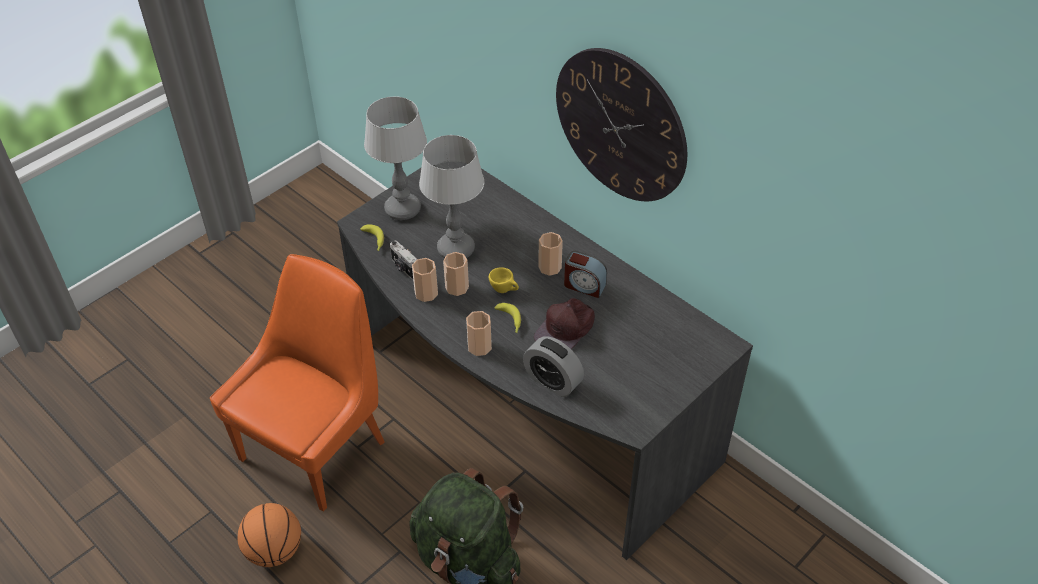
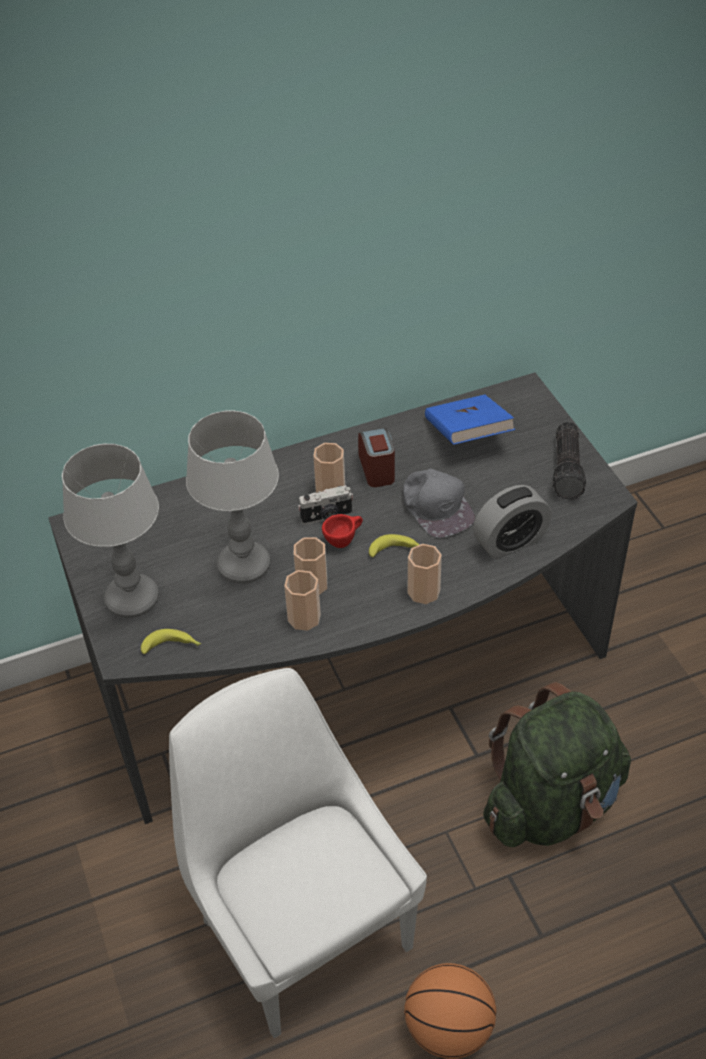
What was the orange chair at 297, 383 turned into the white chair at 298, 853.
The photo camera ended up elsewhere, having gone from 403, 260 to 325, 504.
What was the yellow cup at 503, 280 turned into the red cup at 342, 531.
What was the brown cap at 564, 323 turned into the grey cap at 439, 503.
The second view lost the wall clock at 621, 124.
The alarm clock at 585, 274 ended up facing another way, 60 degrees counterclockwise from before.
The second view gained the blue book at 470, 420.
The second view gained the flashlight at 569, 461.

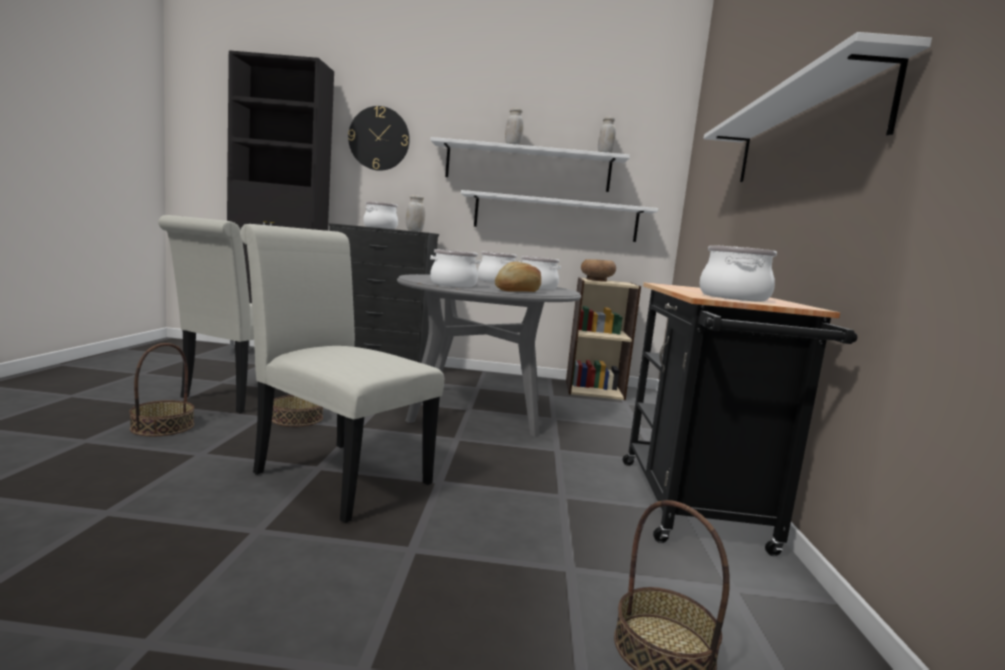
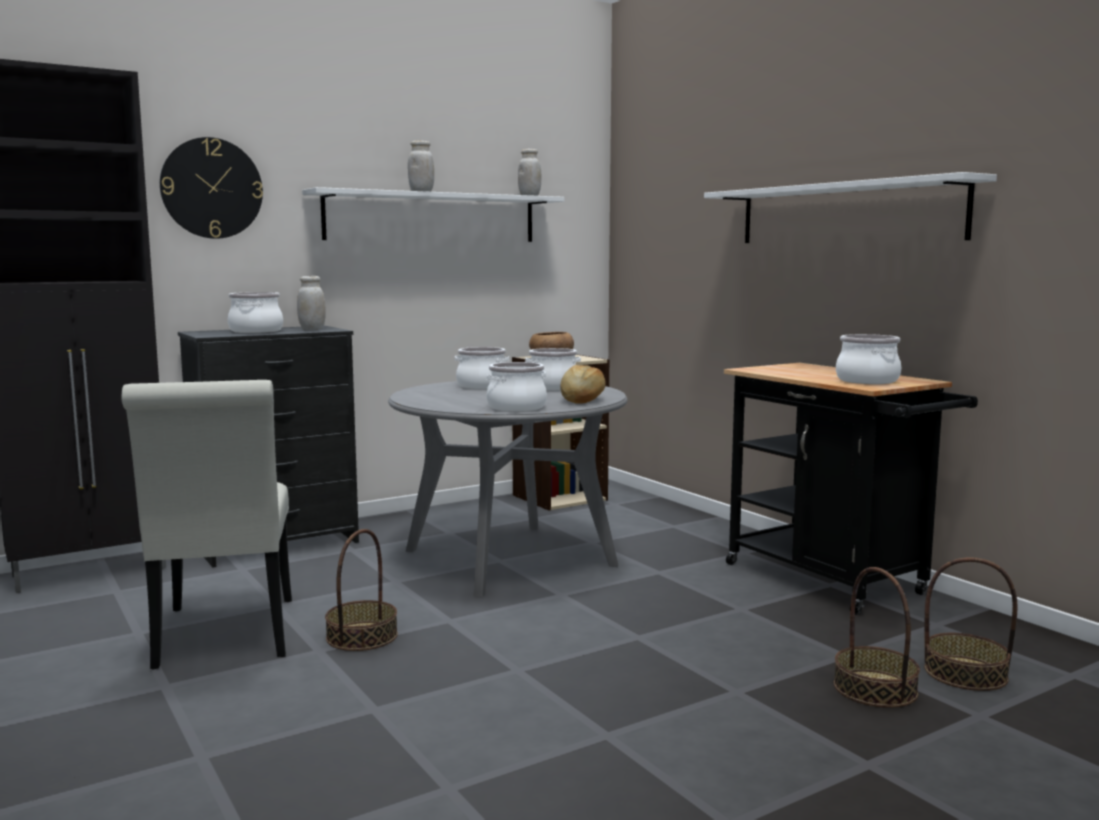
The basket ended up elsewhere, having gone from 161, 389 to 877, 637.
The second view lost the white chair at 342, 373.
The second view lost the white shelf at 559, 216.

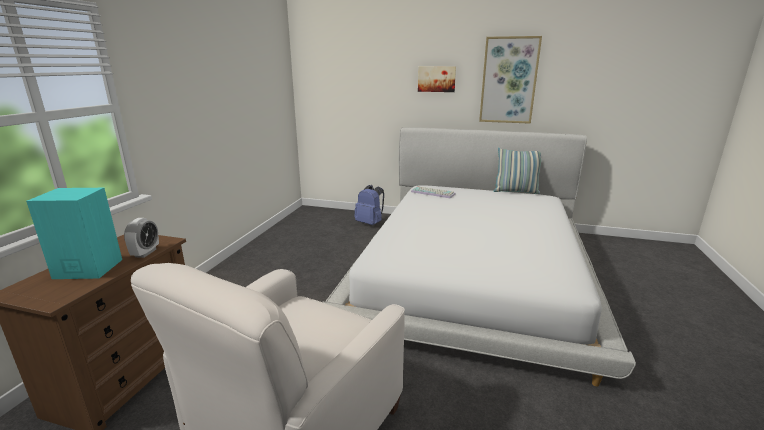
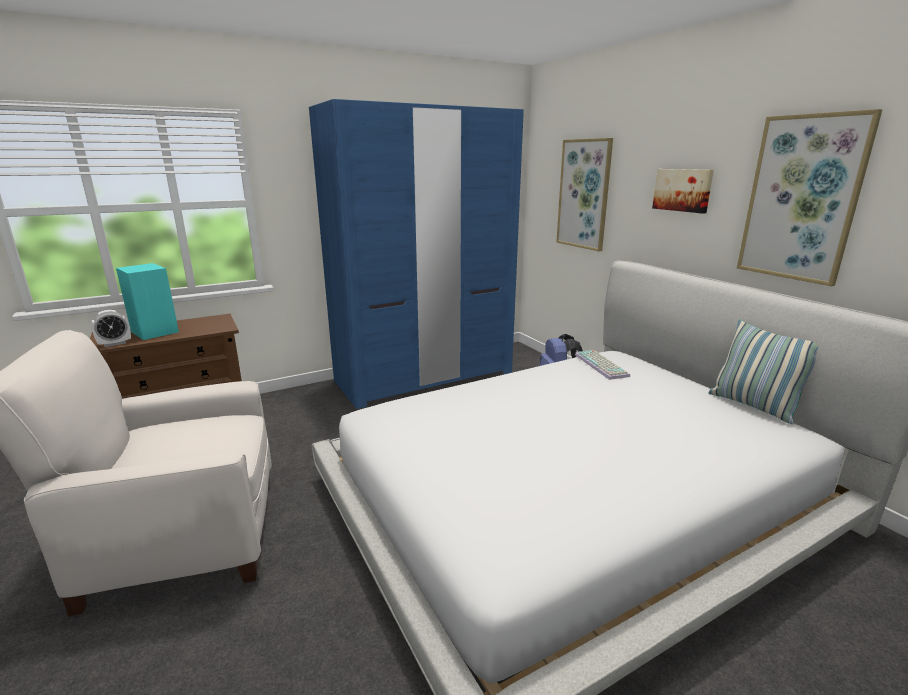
The alarm clock ended up elsewhere, having gone from 141, 238 to 111, 328.
The second view gained the blue wardrobe at 416, 254.
The second view gained the picture at 584, 195.

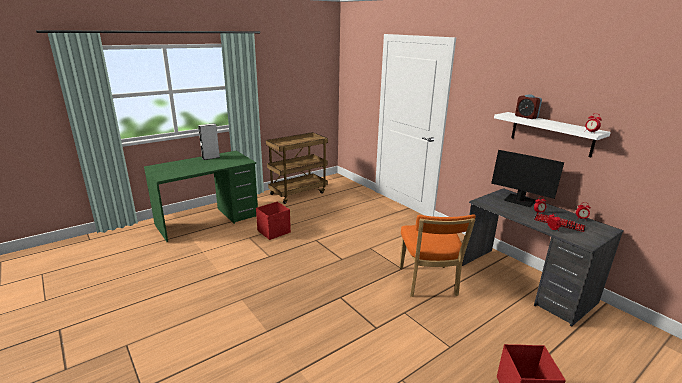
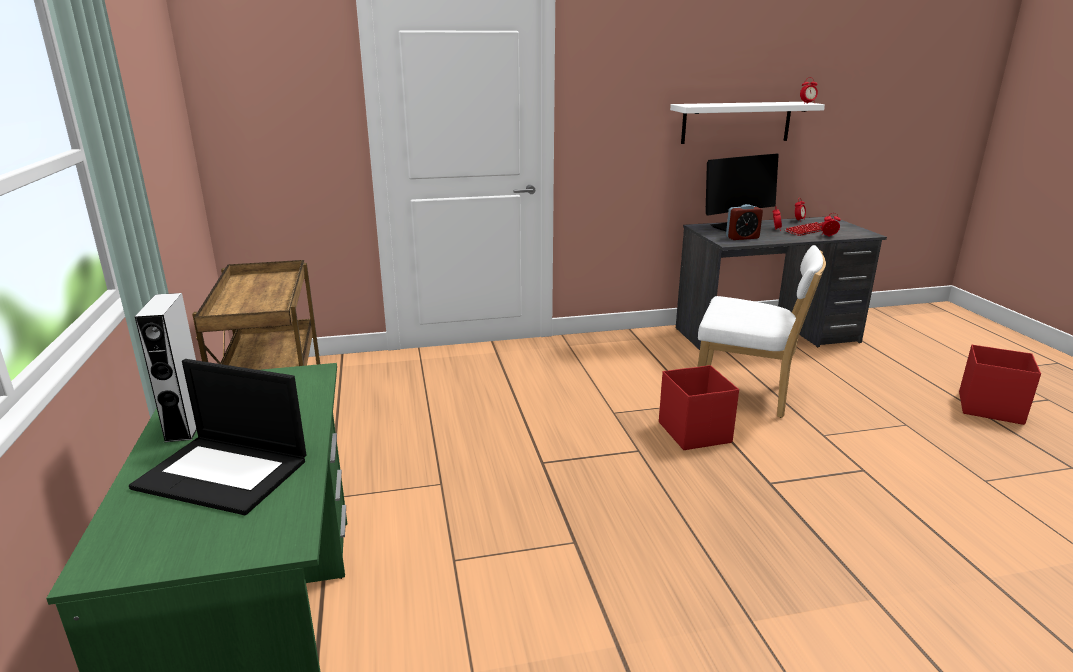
The red storage box ended up elsewhere, having gone from 273, 221 to 699, 407.
What was the orange chair at 438, 255 turned into the white chair at 762, 331.
The alarm clock ended up elsewhere, having gone from 528, 106 to 744, 222.
The second view gained the laptop at 217, 437.

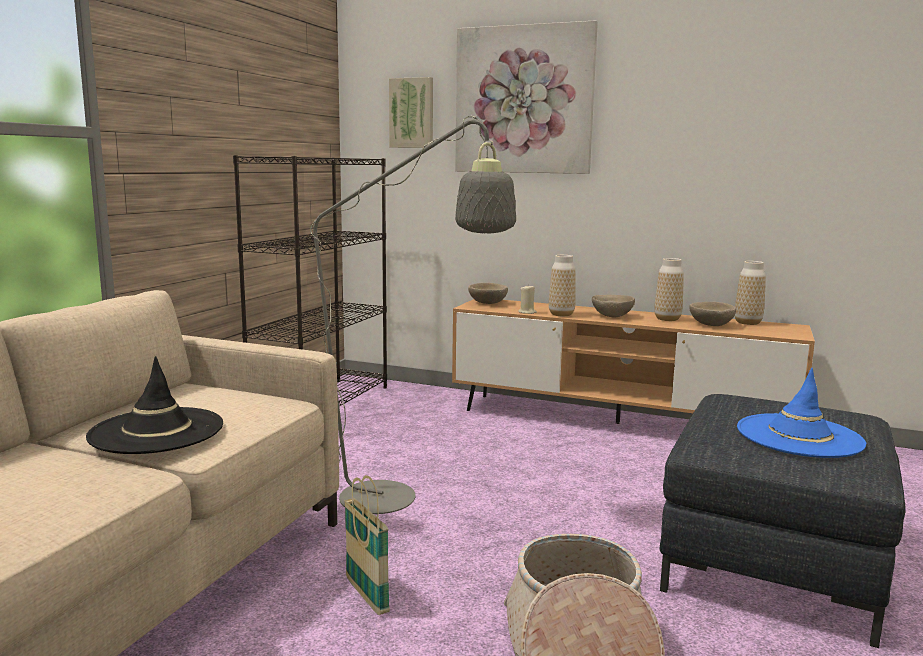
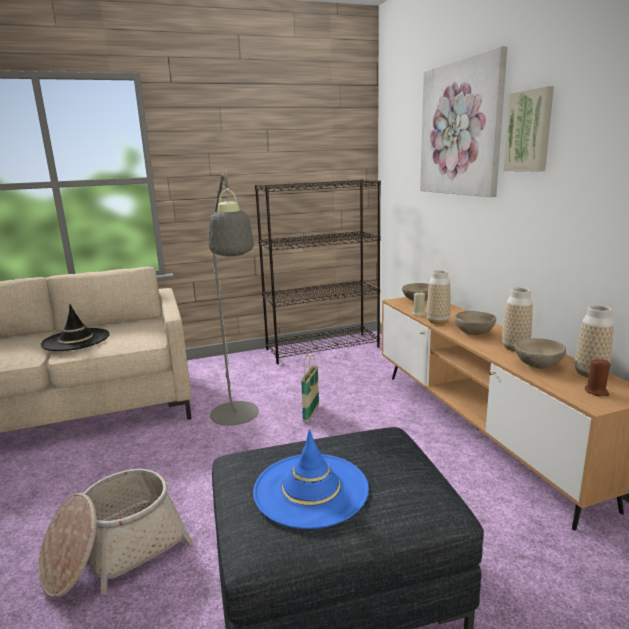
The basket ended up elsewhere, having gone from 367, 545 to 310, 388.
The picture ended up elsewhere, having gone from 411, 112 to 528, 128.
The second view gained the brown candle at 597, 377.

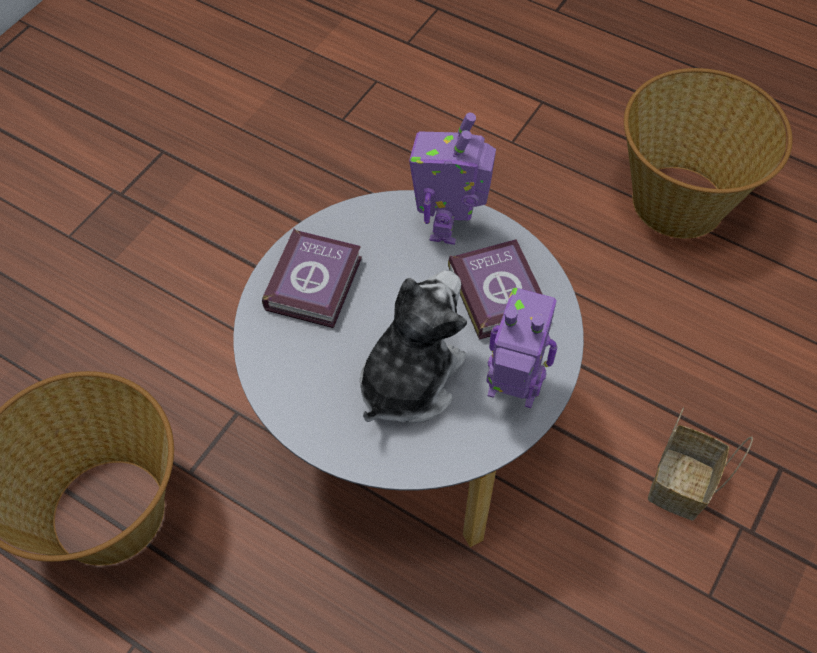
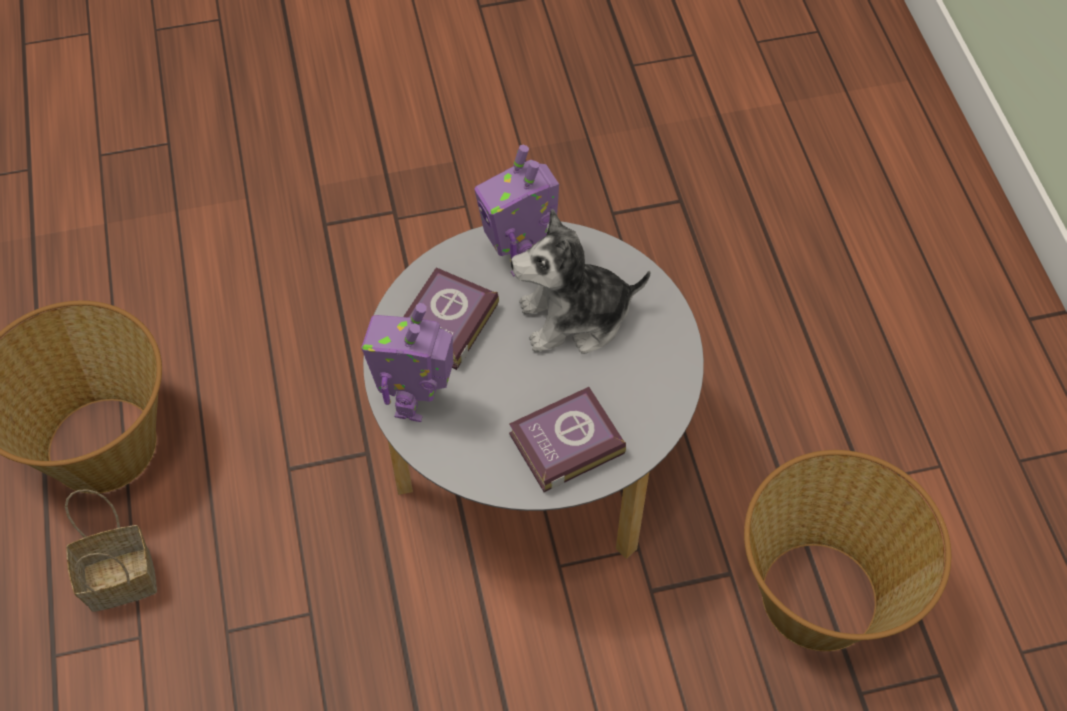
The toy robot at 452, 178 ended up facing another way, 135 degrees clockwise from before.
The basket ended up elsewhere, having gone from 700, 463 to 111, 550.

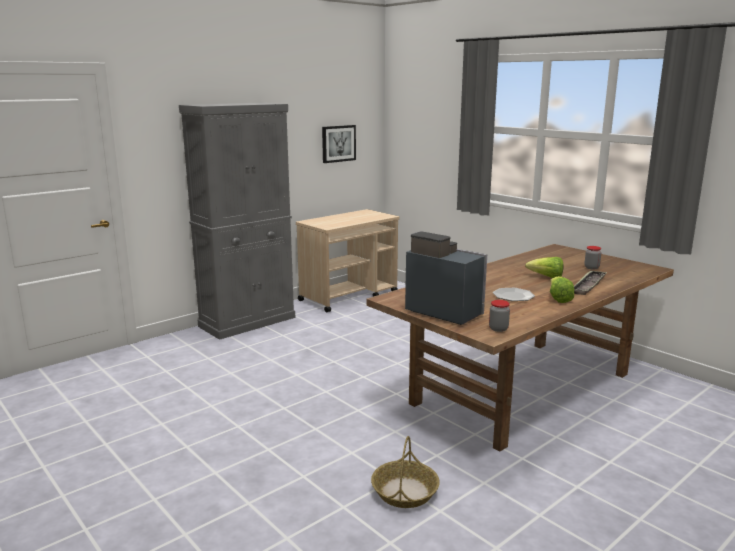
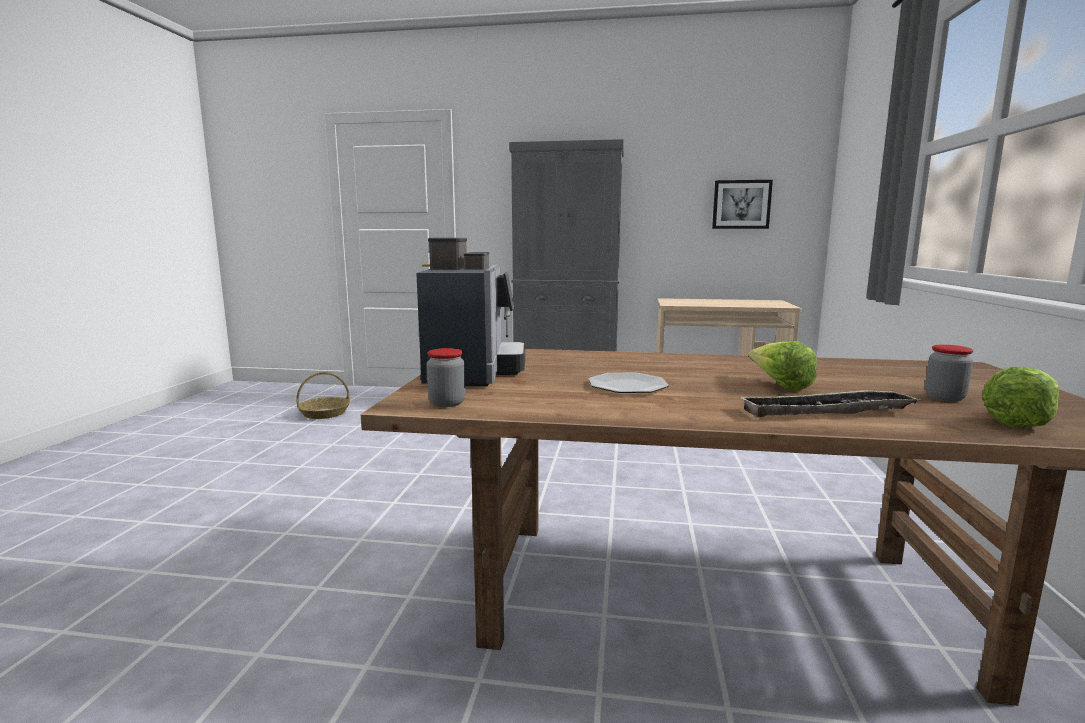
The basket ended up elsewhere, having gone from 405, 472 to 323, 395.
The lettuce ended up elsewhere, having gone from 562, 289 to 1020, 397.

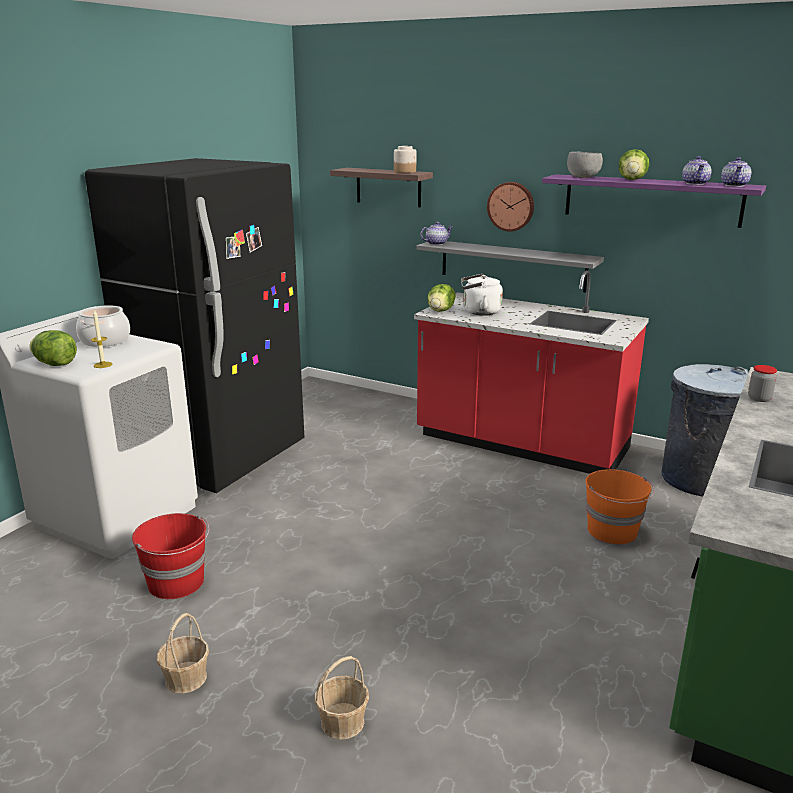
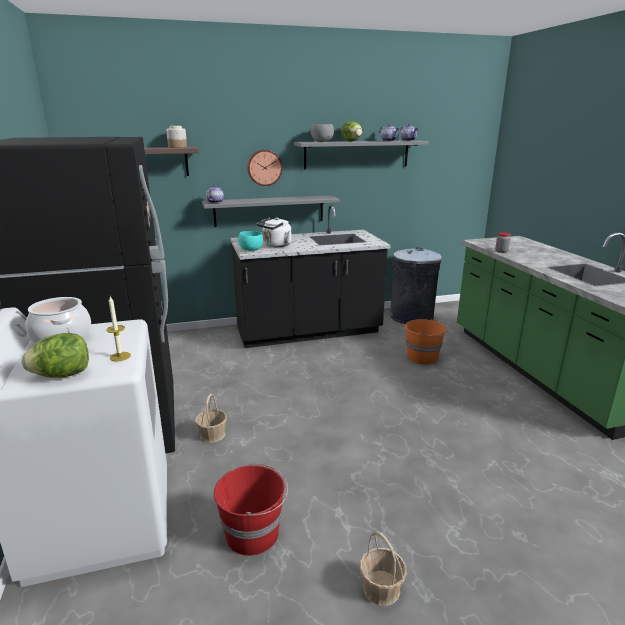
The basket ended up elsewhere, having gone from 342, 698 to 211, 418.
What was the red counter at 531, 372 turned into the black counter at 310, 276.
Where the lettuce stood at 441, 298, the turquoise bowl came to stand at 250, 241.
What was the purple shelf at 654, 201 turned into the grey shelf at 361, 154.

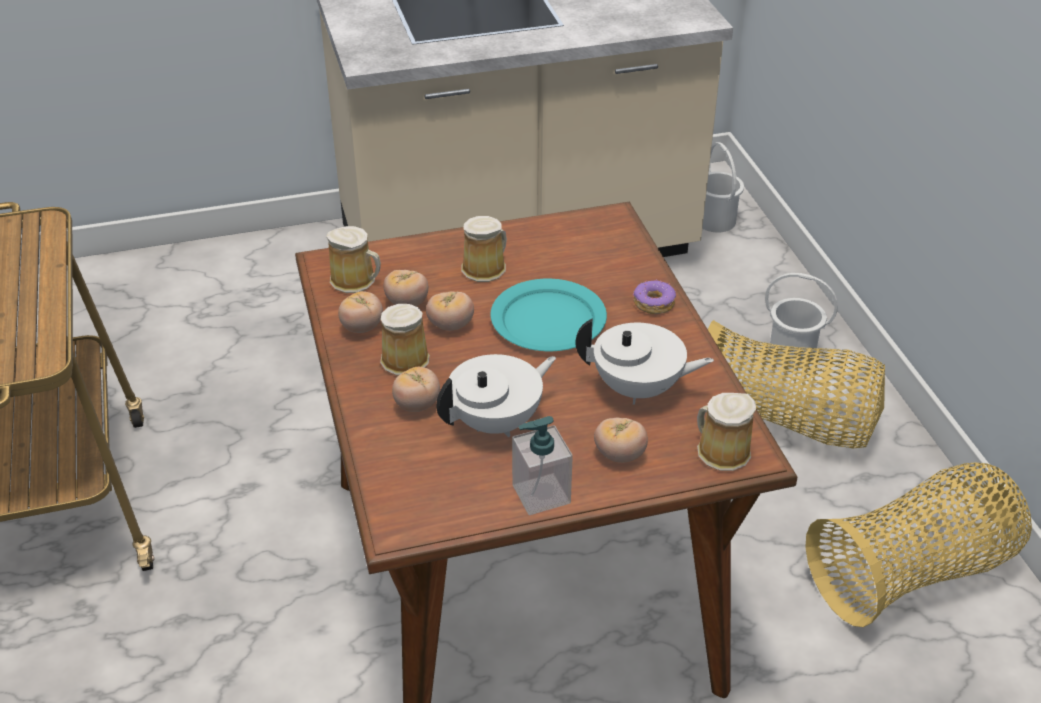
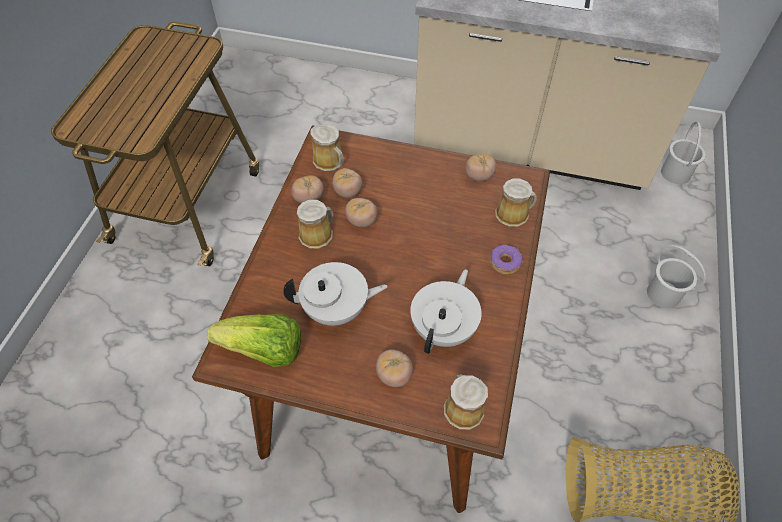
The tomato ended up elsewhere, having gone from 416, 389 to 480, 168.
The mug ended up elsewhere, having gone from 484, 249 to 516, 203.
The second view lost the turquoise plate at 548, 315.
The second view lost the soap dispenser at 542, 465.
The white teapot at 644, 361 ended up facing another way, 105 degrees counterclockwise from before.
The second view lost the basket at 796, 384.
The second view gained the lettuce at 254, 340.

